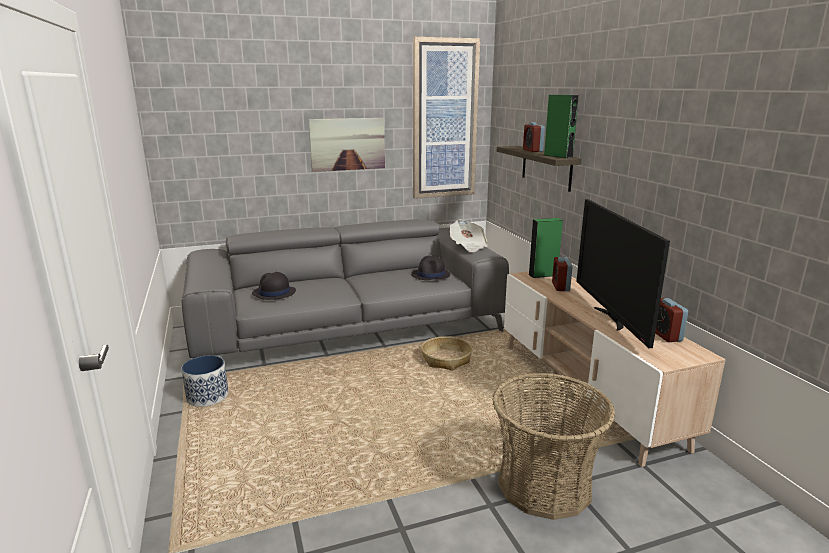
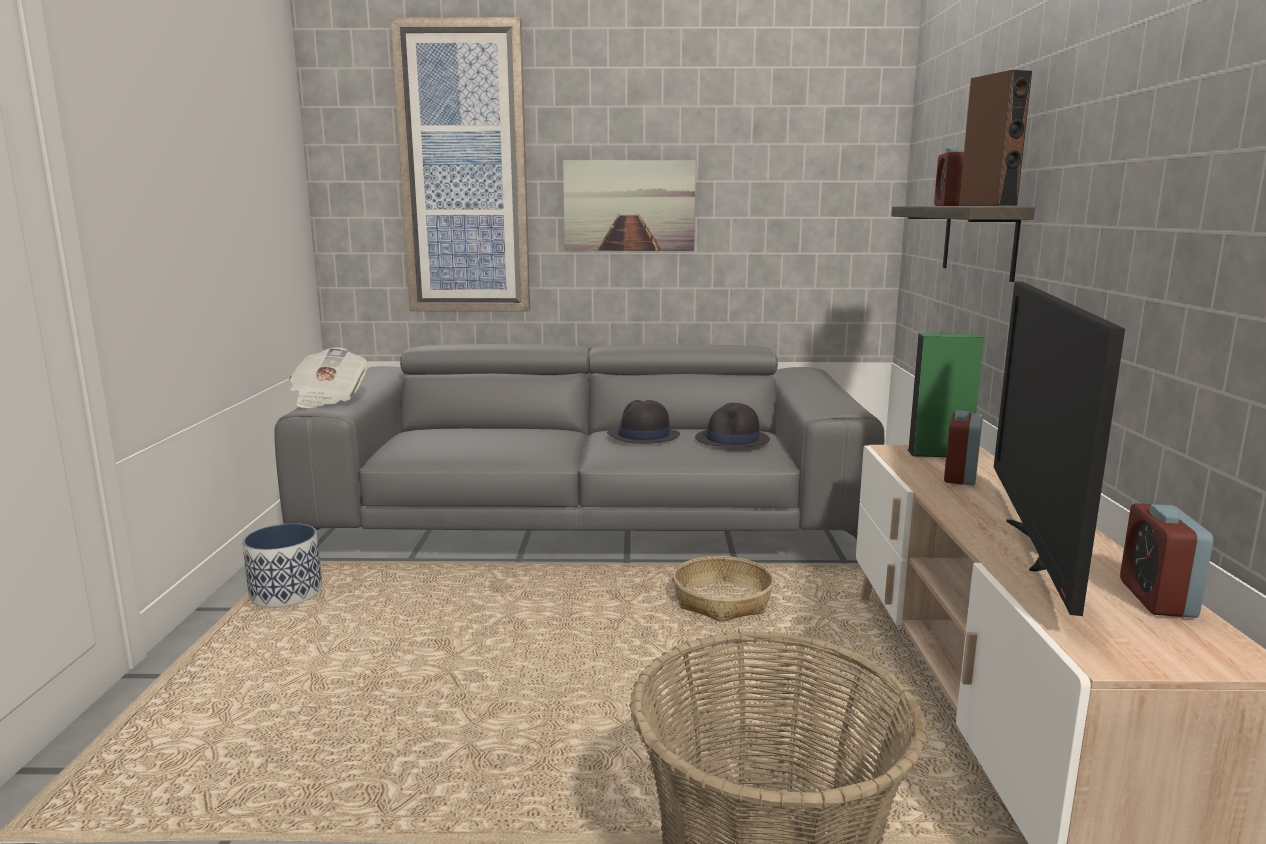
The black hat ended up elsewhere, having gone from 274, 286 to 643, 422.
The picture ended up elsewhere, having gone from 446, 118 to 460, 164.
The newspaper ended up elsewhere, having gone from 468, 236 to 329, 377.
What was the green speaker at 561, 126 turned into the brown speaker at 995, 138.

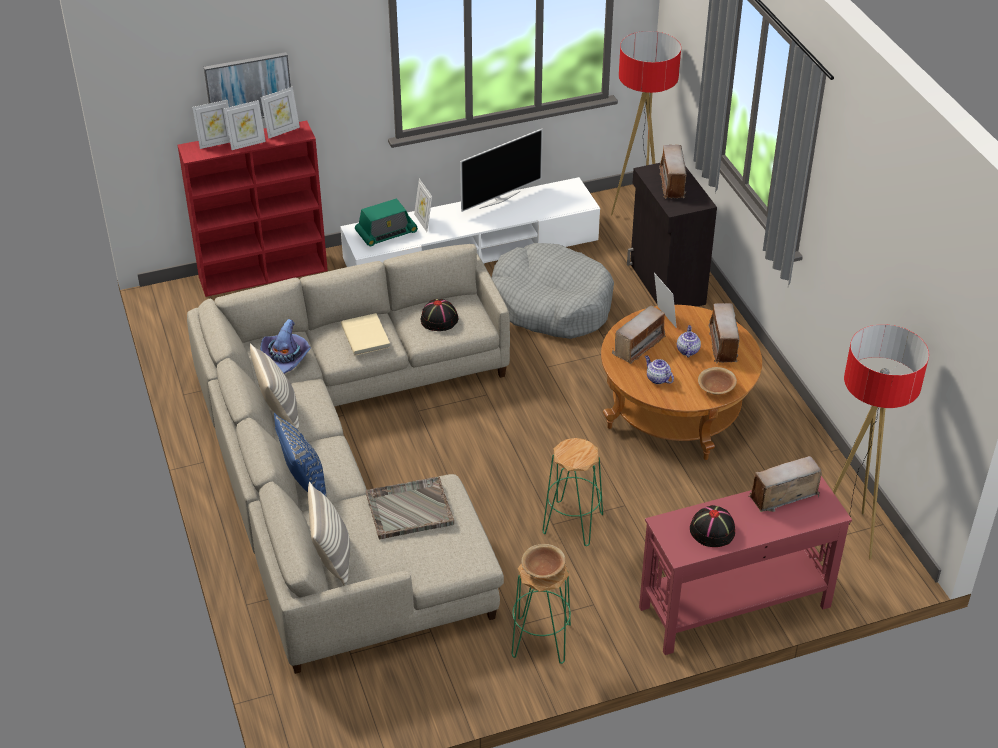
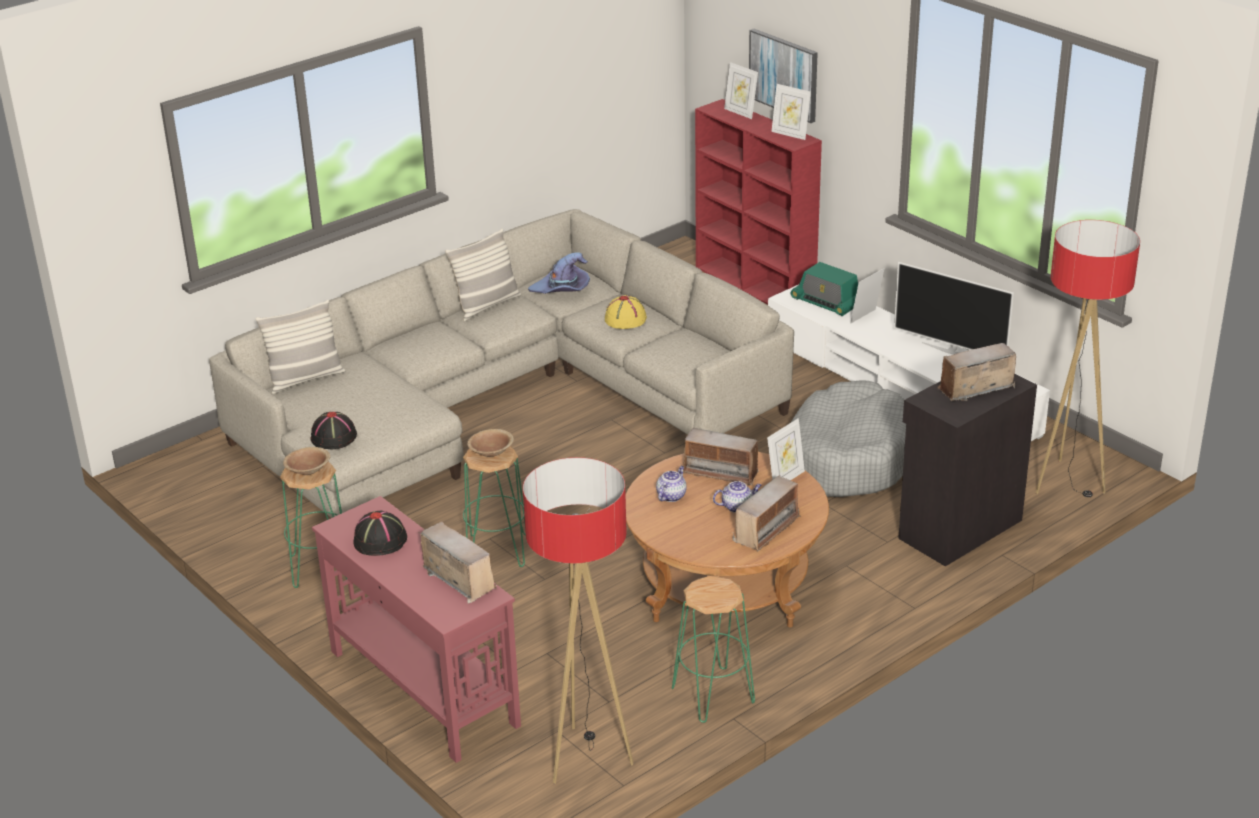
The second view lost the picture frame at 245, 125.
The second view lost the blue pillow at 300, 455.
Where the beige book stood at 365, 334, the yellow hat came to stand at 626, 312.
The second view lost the grey tray at 409, 508.
The black hat ended up elsewhere, having gone from 439, 315 to 333, 430.
The brown bowl ended up elsewhere, having gone from 717, 381 to 490, 443.
The radio at 724, 333 ended up facing another way, 150 degrees clockwise from before.
The second view gained the green stool at 713, 649.

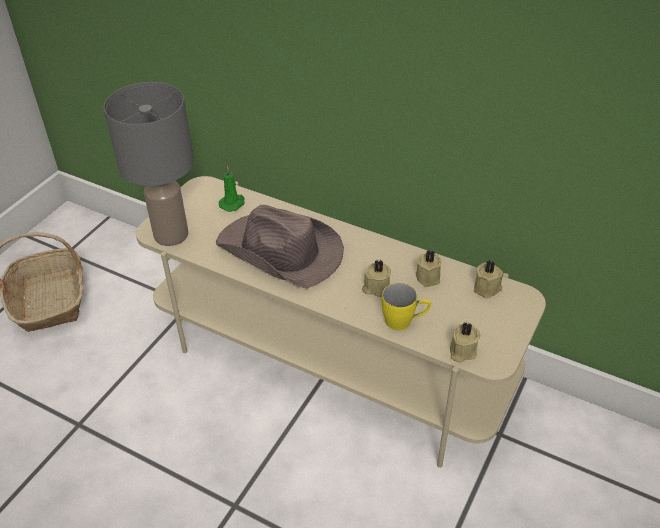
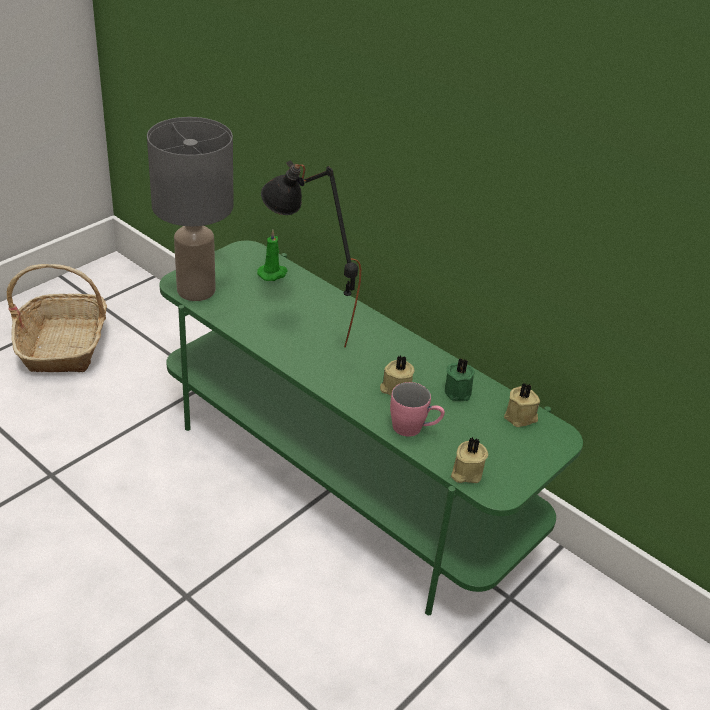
What was the beige tv stand at 341, 322 turned into the green tv stand at 371, 428.
Where the brown hat stood at 280, 247, the black table lamp came to stand at 311, 254.
What was the yellow mug at 406, 306 turned into the pink mug at 417, 409.
What was the beige candle at 428, 268 turned into the green candle at 460, 379.

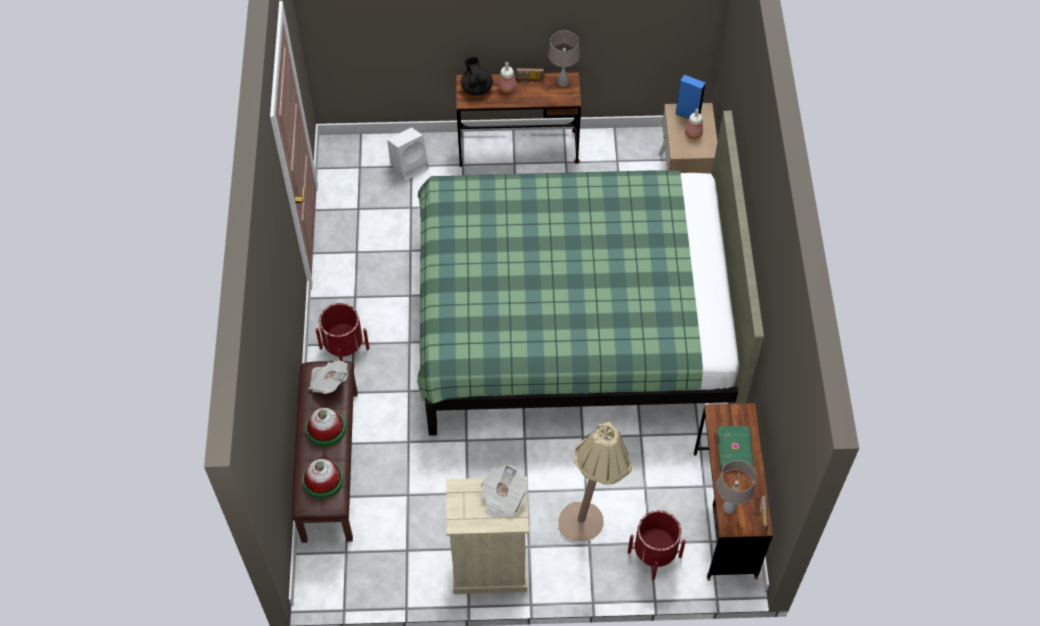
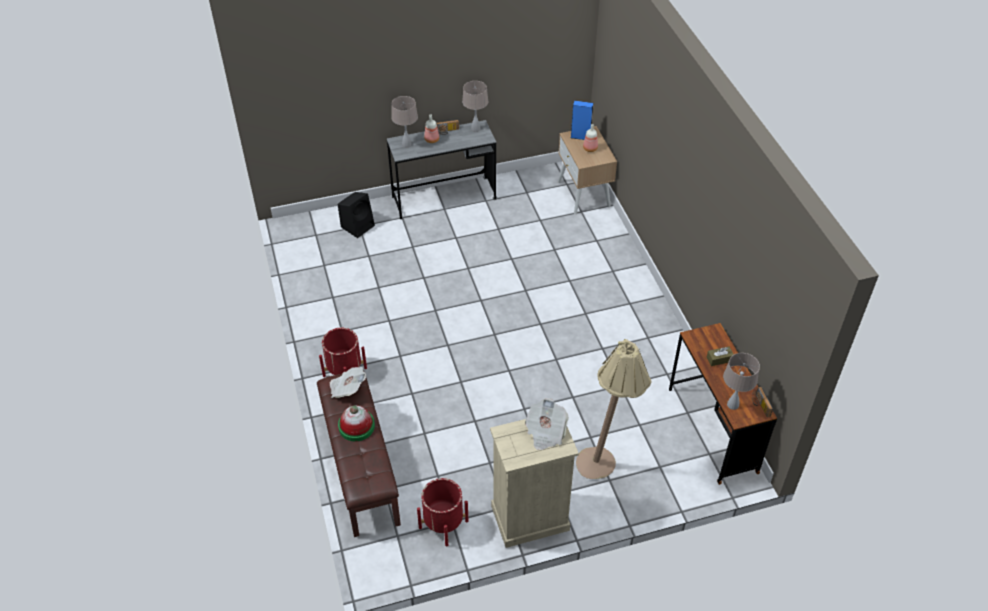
The second view lost the hat at 322, 479.
What was the white speaker at 408, 154 turned into the black speaker at 356, 215.
The second view lost the green bed at 590, 273.
What was the brown desk at 518, 119 turned into the grey desk at 442, 169.
Where the black teapot stood at 477, 76, the beige table lamp came to stand at 404, 121.
The red planter ended up elsewhere, having gone from 657, 545 to 442, 512.
Where the green book stood at 735, 448, the brown tissue box came to stand at 720, 356.

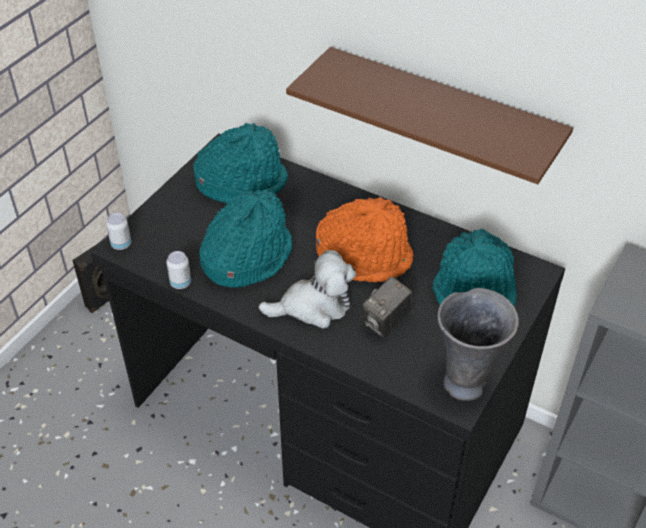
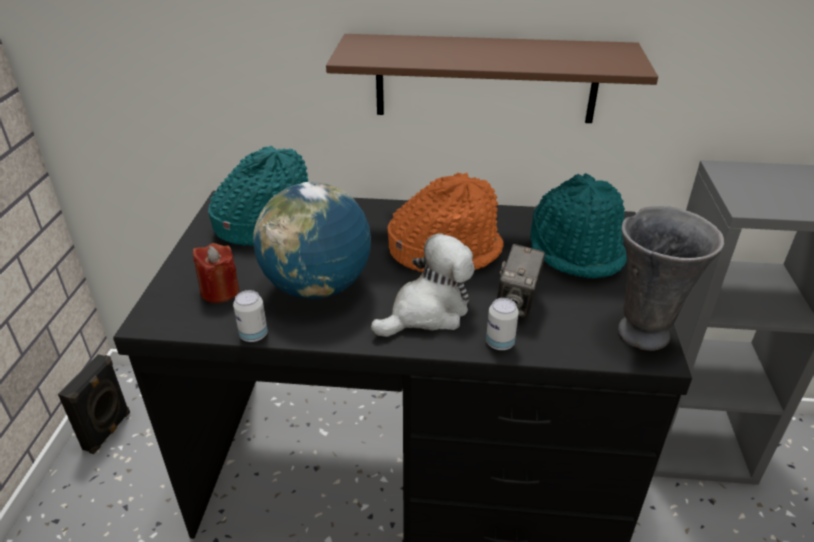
The can ended up elsewhere, having gone from 118, 231 to 502, 324.
Where the turquoise hat stood at 245, 238, the globe came to stand at 312, 240.
The second view gained the red candle at 216, 273.

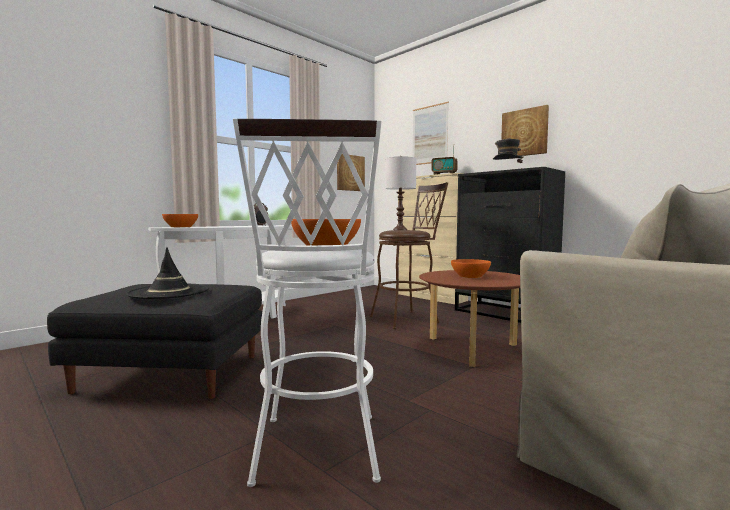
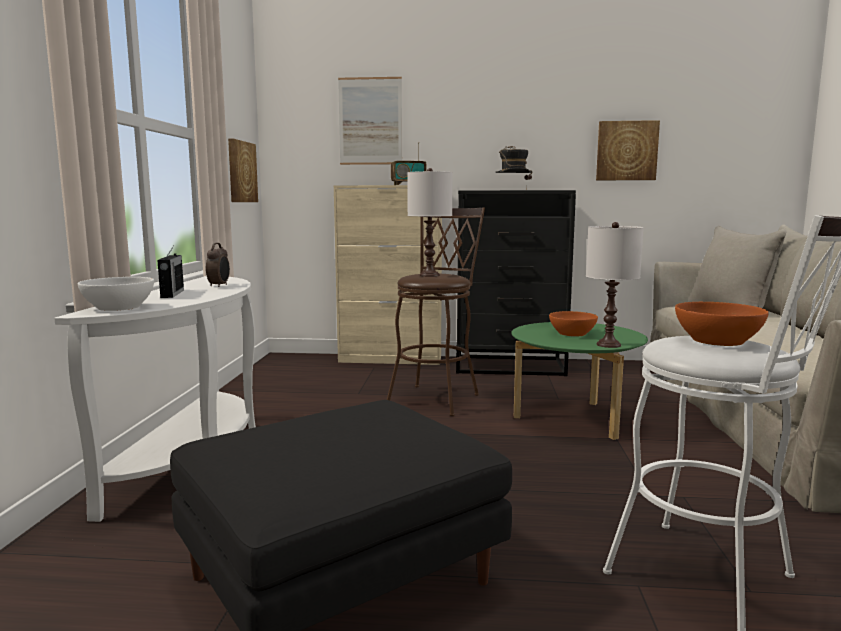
The second view lost the black hat at 167, 273.
What was the orange bowl at 180, 220 turned into the white bowl at 116, 294.
What was the brown coffee table at 469, 318 turned into the green coffee table at 579, 381.
The picture ended up elsewhere, having gone from 525, 130 to 628, 150.
The second view gained the radio at 170, 272.
The second view gained the white table lamp at 615, 285.

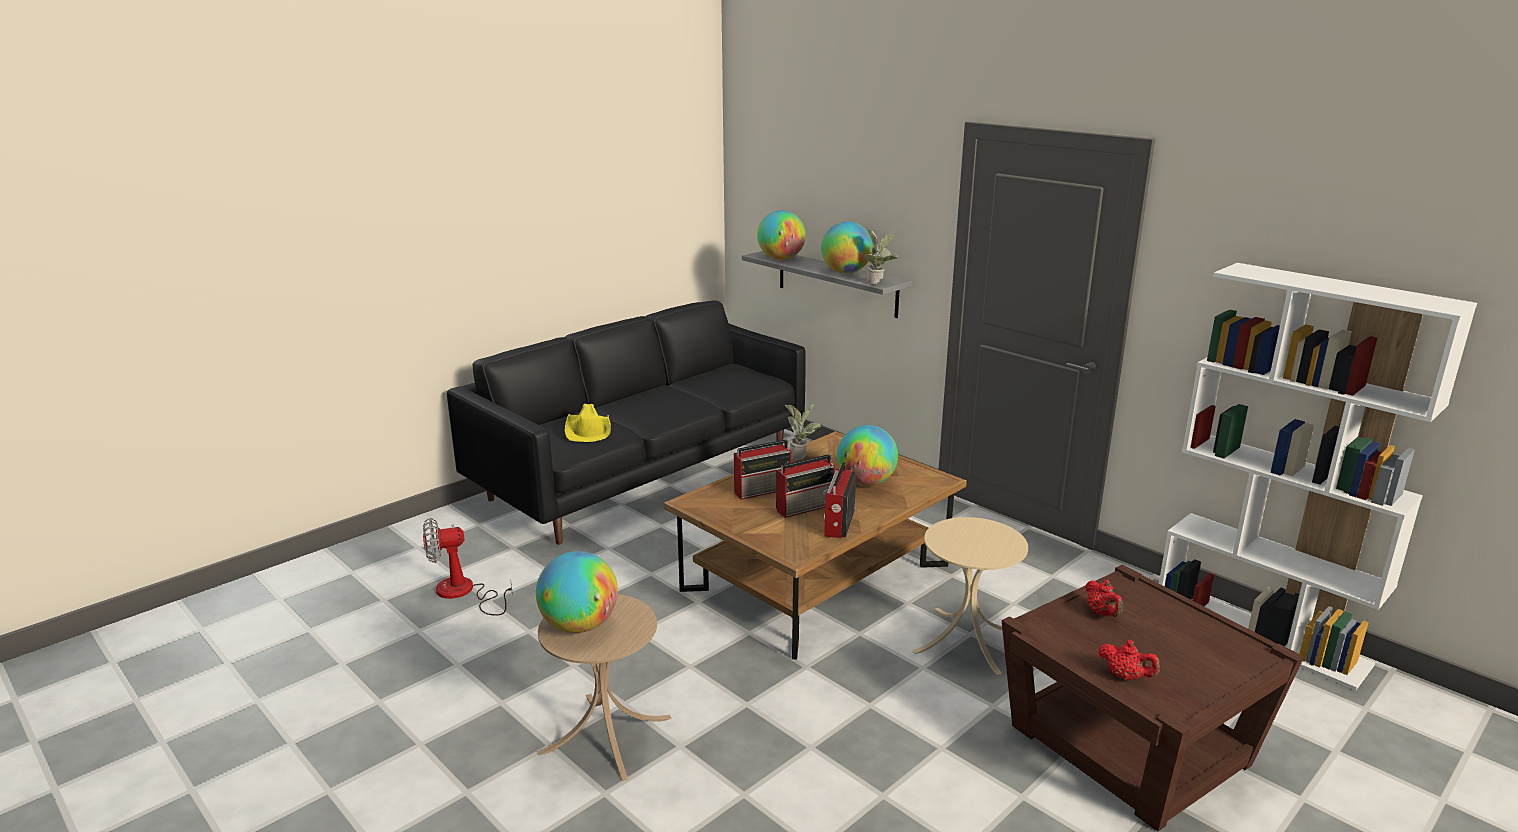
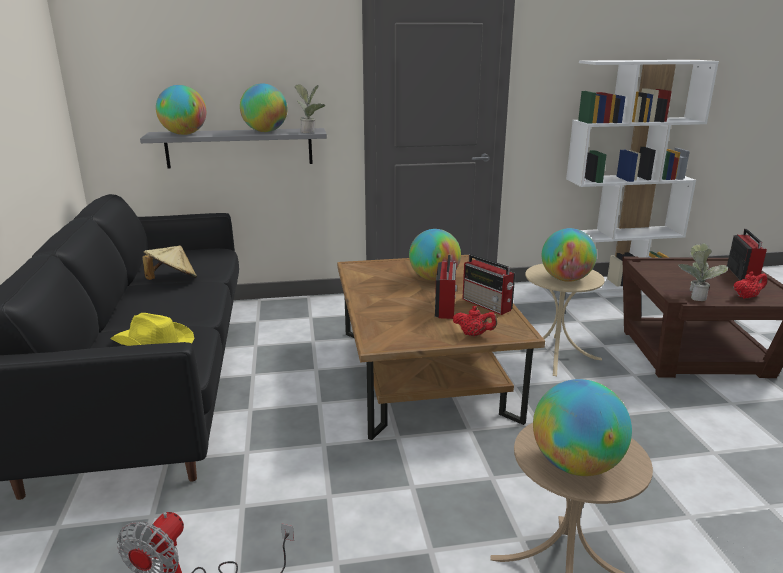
The radio ended up elsewhere, having gone from 762, 469 to 747, 254.
The potted plant ended up elsewhere, having gone from 803, 432 to 703, 272.
The red teapot ended up elsewhere, having gone from 1104, 598 to 475, 321.
The second view gained the beige hat at 169, 263.
The second view gained the globe at 569, 255.

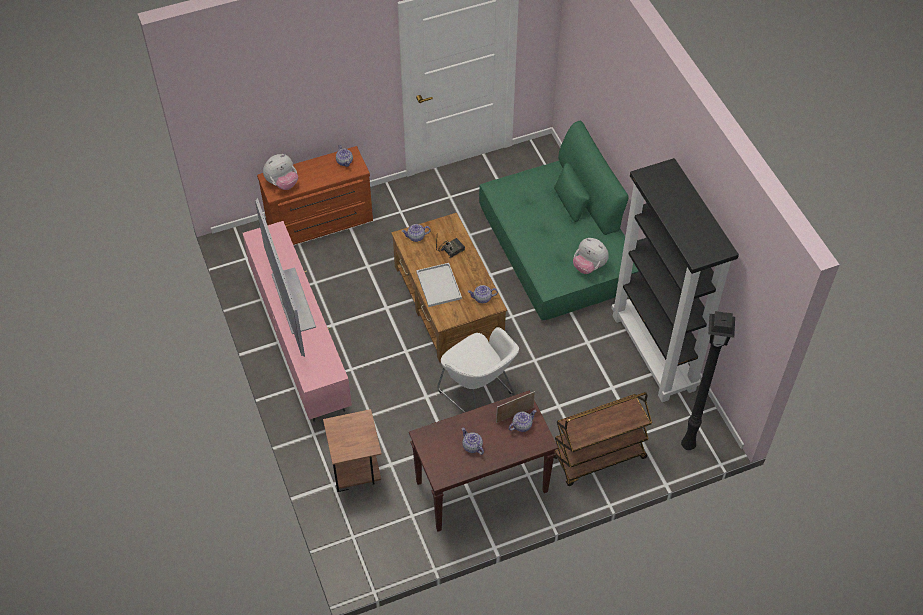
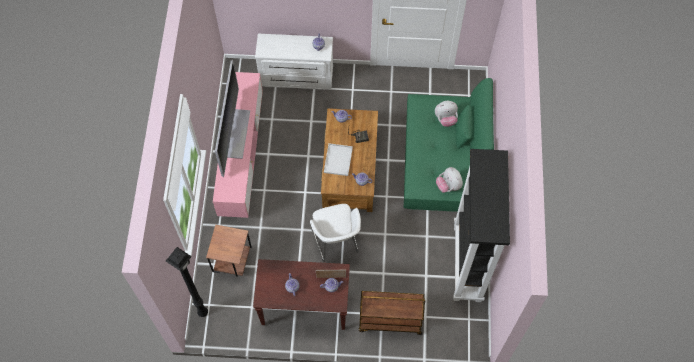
What was the brown dresser at 315, 195 turned into the white dresser at 294, 61.
The plush toy ended up elsewhere, having gone from 280, 172 to 446, 114.
The black floor lamp ended up elsewhere, having gone from 708, 380 to 187, 282.

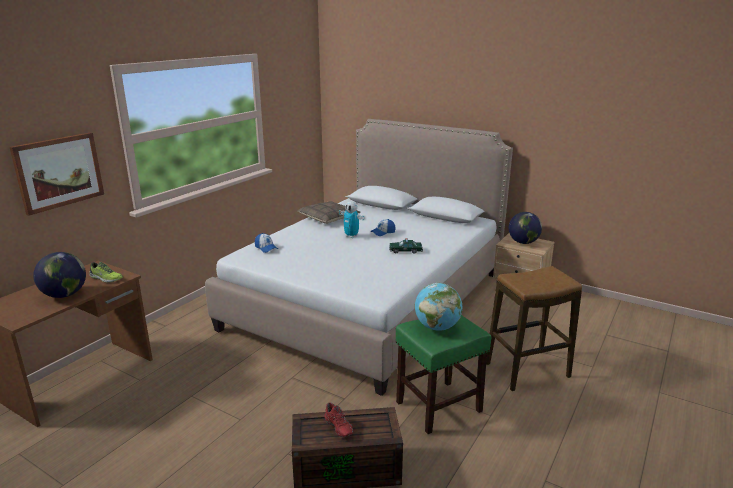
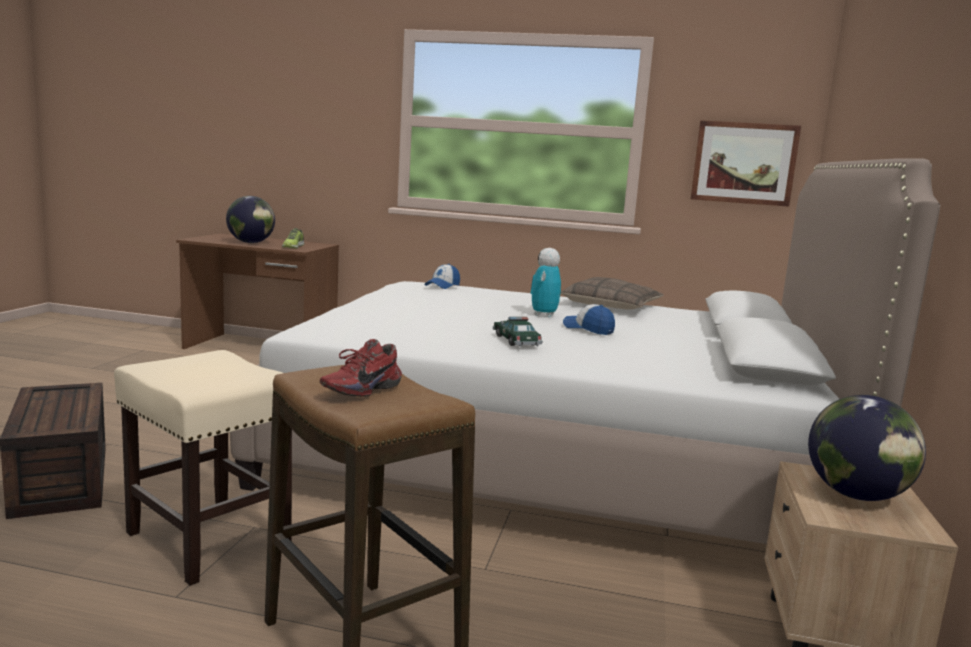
The picture ended up elsewhere, having gone from 57, 174 to 746, 163.
The red shoe ended up elsewhere, having gone from 338, 419 to 361, 368.
What was the green stool at 443, 374 turned into the beige stool at 203, 468.
The second view lost the globe at 438, 307.

